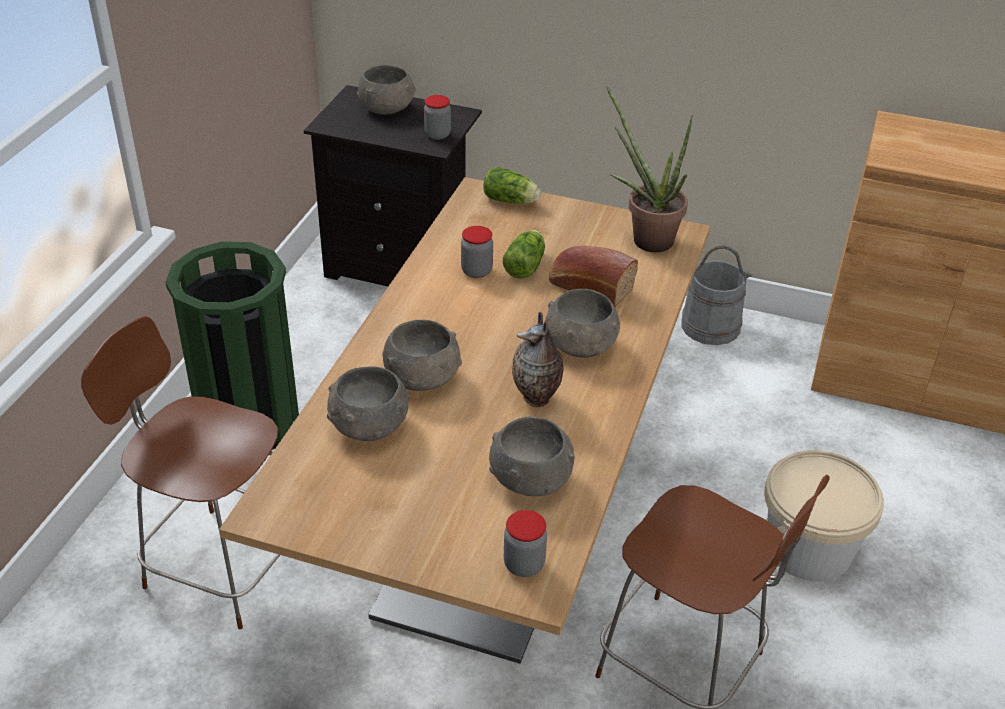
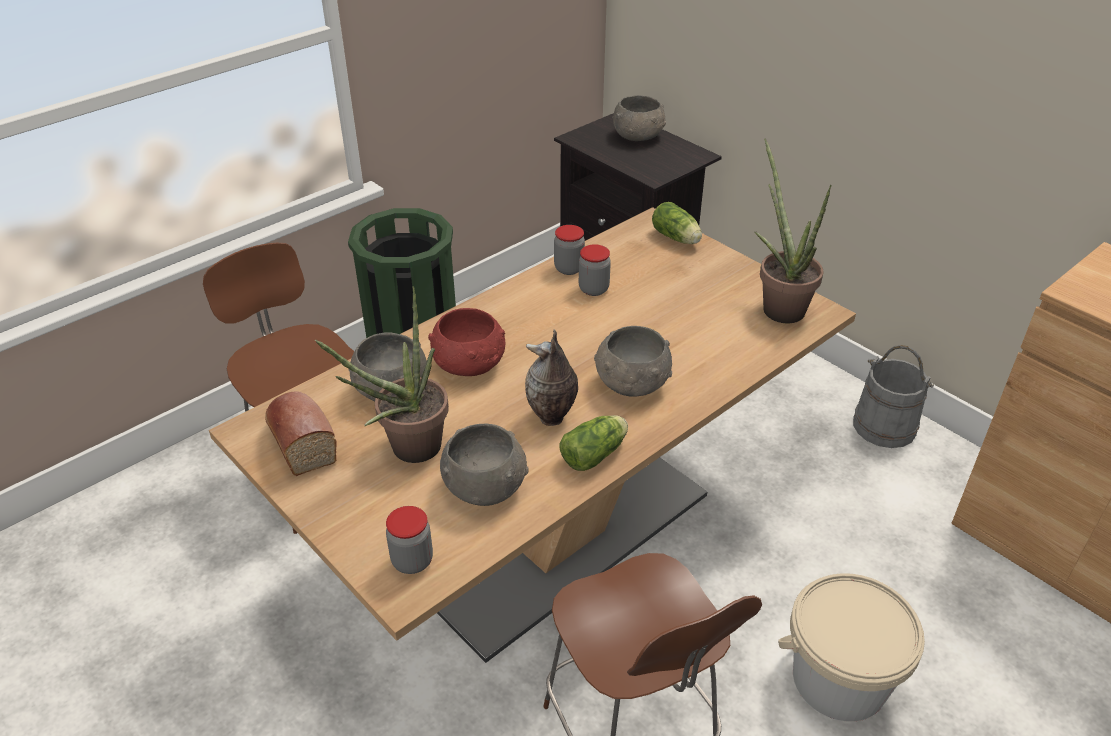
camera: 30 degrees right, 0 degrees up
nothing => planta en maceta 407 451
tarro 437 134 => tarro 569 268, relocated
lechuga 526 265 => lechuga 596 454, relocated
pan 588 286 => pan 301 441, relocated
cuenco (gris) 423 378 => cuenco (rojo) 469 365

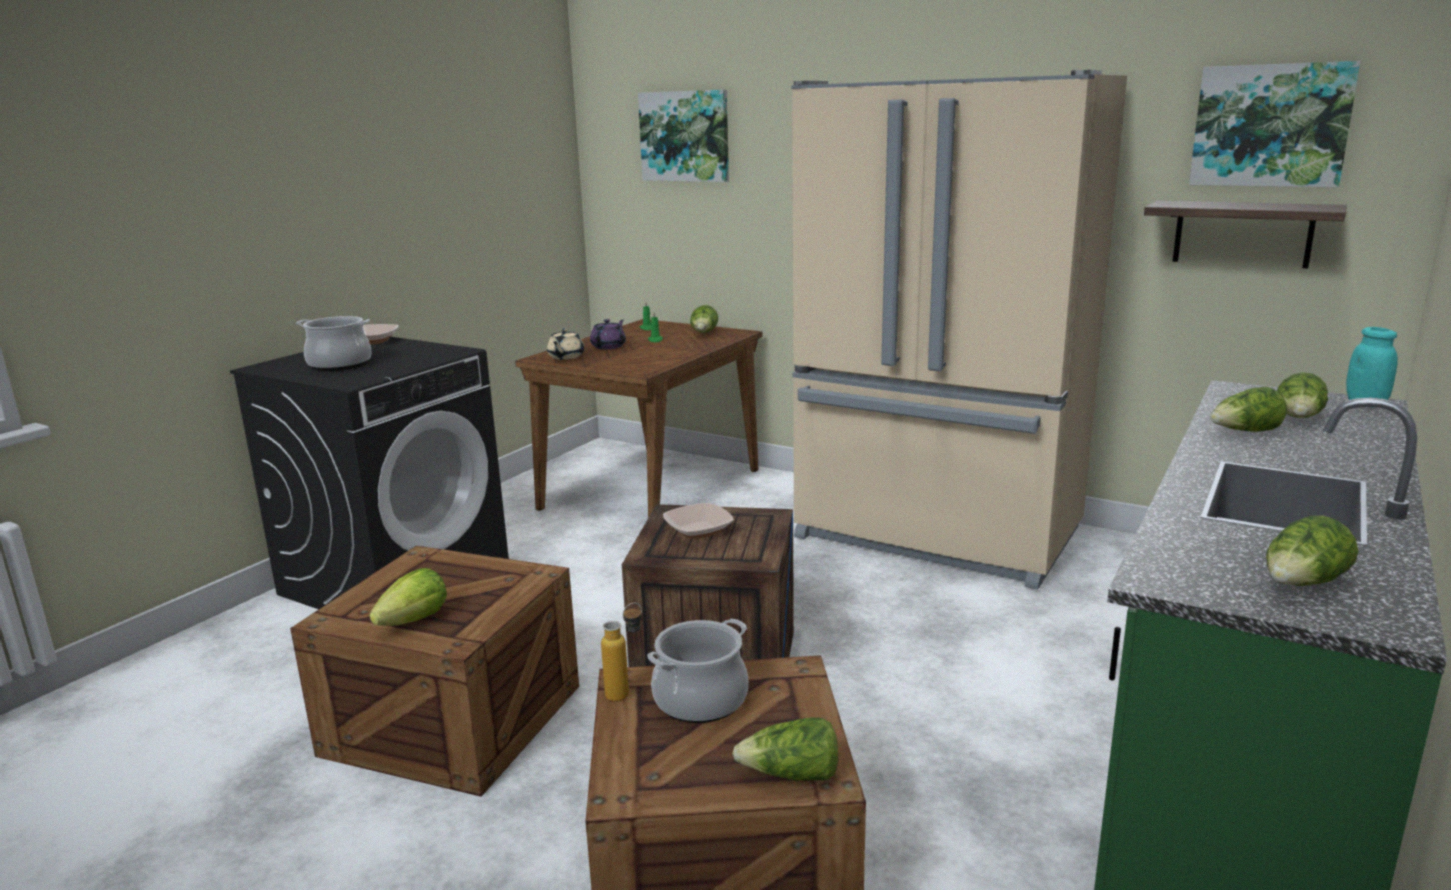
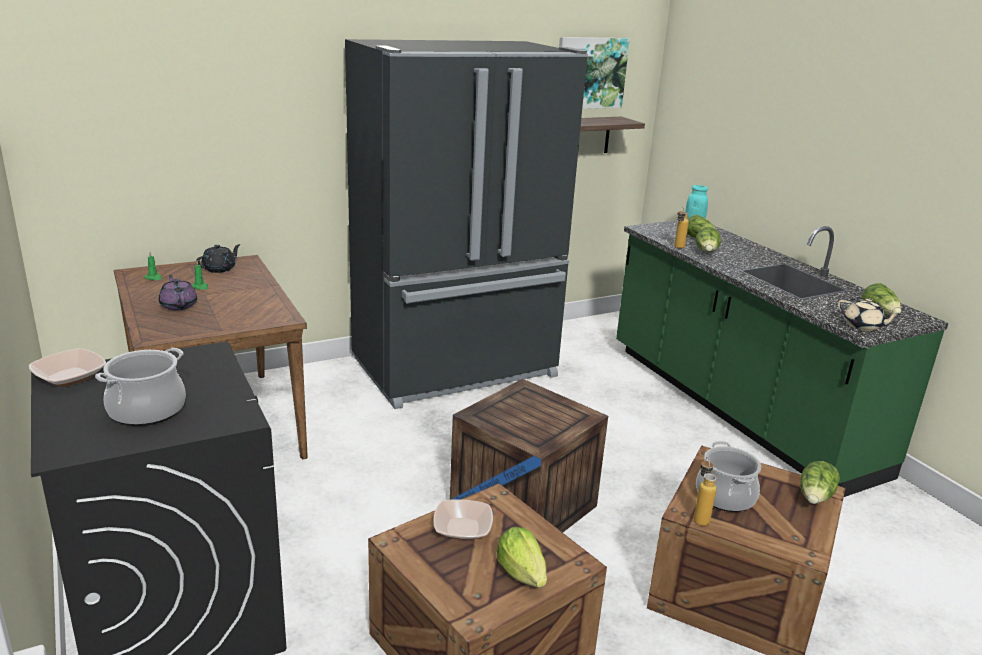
camera: 60 degrees left, 5 degrees up
cuadro 685 136 => nothing
nothing => botella 677 248
tetera (beis) 565 357 => tetera (beis) 863 326, relocated
cuenco 698 530 => cuenco 462 528, relocated
lechuga 704 333 => tetera (negro) 220 269
nevera (beis) 936 535 => nevera (negro) 457 369

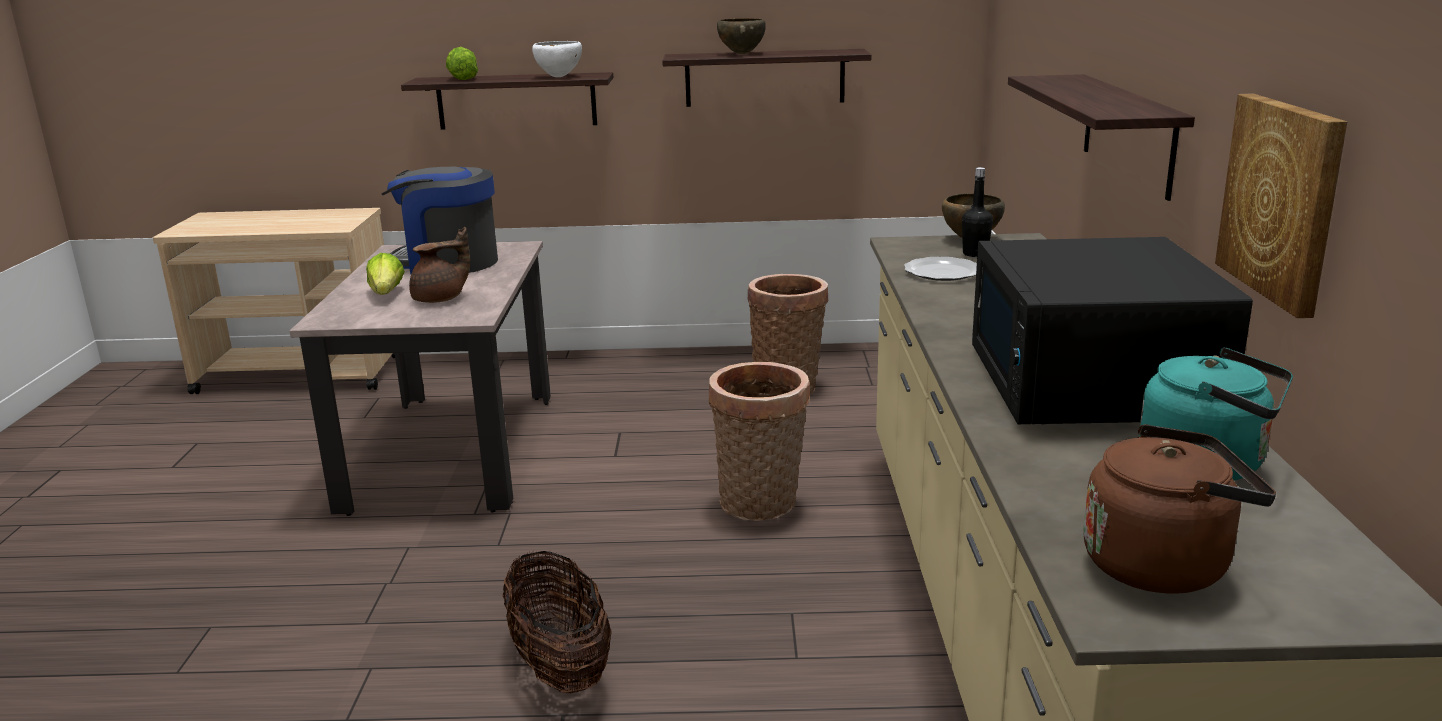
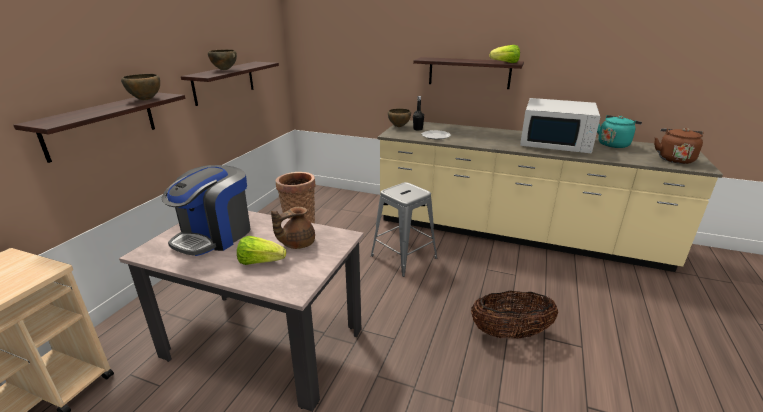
camera: 70 degrees left, 5 degrees up
cuadro 1282 200 => nothing
lechuga 462 78 => lechuga 505 63, relocated
cesta 761 505 => taburete (gris) 403 257
cuenco (blanco) 558 77 => cuenco (marrón) 146 100
microondas (negro) 1090 384 => microondas (blanco) 556 142
tetera (marrón) 441 299 => tetera (marrón) 296 243, 120 degrees counterclockwise

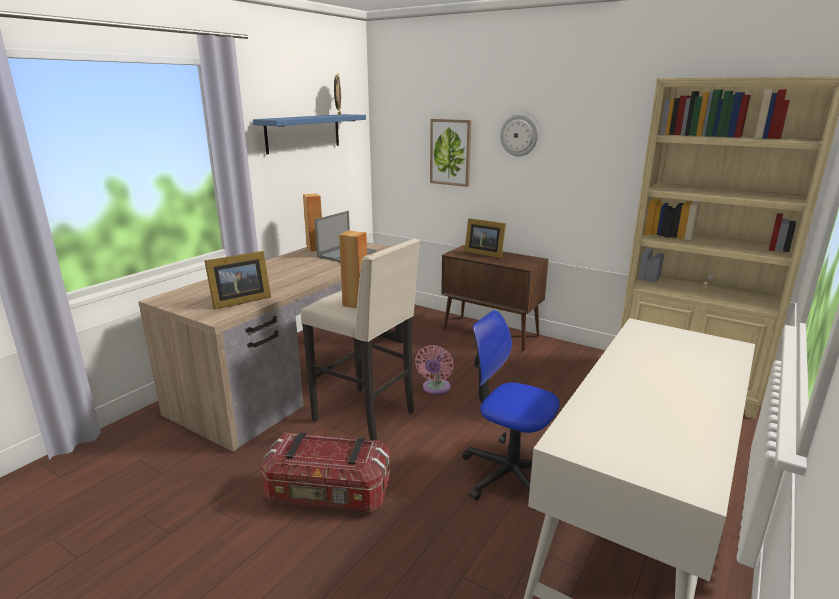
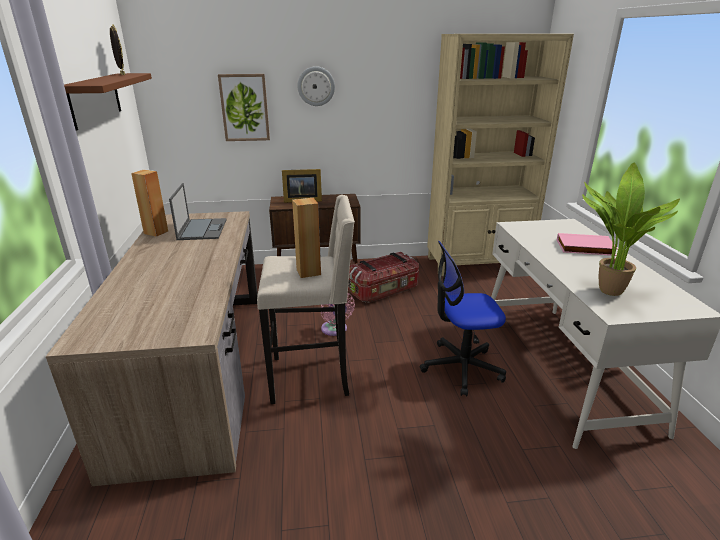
camera: 40 degrees left, 5 degrees up
portarretratos 238 301 => nothing
nothing => libro (rosa) 585 248
nothing => planta en maceta 606 290
caja de almacenaje 328 495 => caja de almacenaje 384 291, relocated
estante (azul) 303 133 => estante (marrón) 95 99

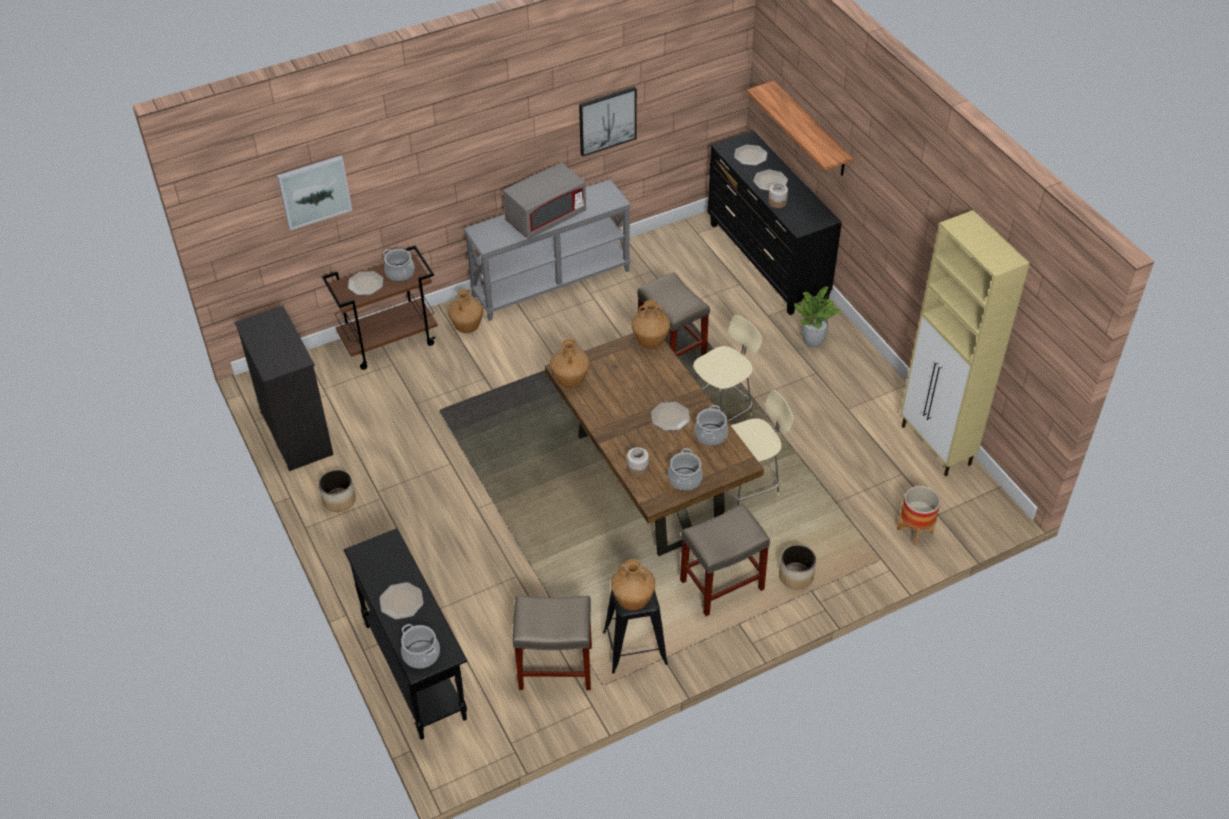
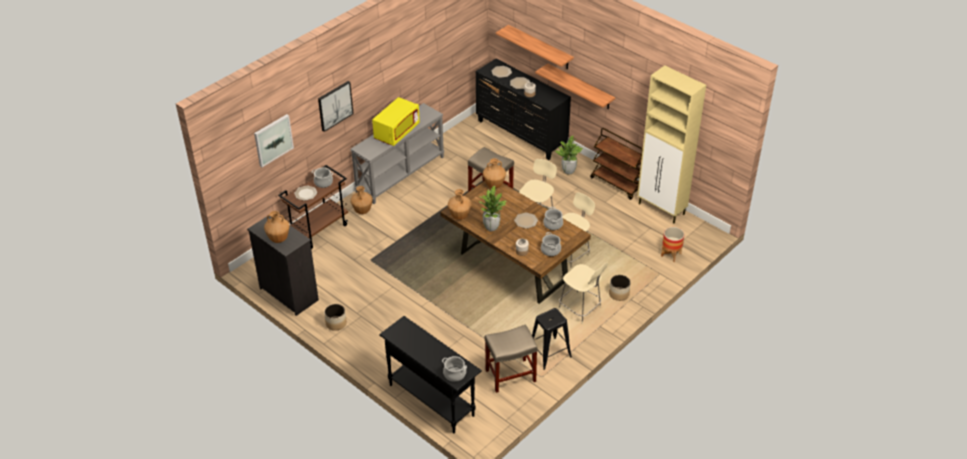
camera: 20 degrees left, 5 degrees down
plato 402 601 => nothing
nothing => planta en maceta 491 227
nothing => estante 580 87
nothing => carrito (marrón) 617 184
cuadro 607 120 => cuadro 335 105, relocated
florero (marrón) 633 601 => florero (marrón) 279 239, relocated
taburete (beis) 721 585 => silla (beis) 580 309
microondas (gris) 546 218 => microondas (amarillo) 397 132

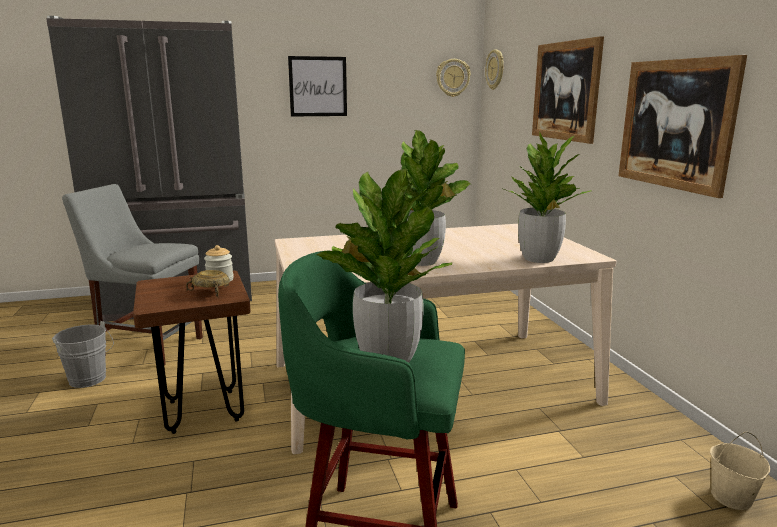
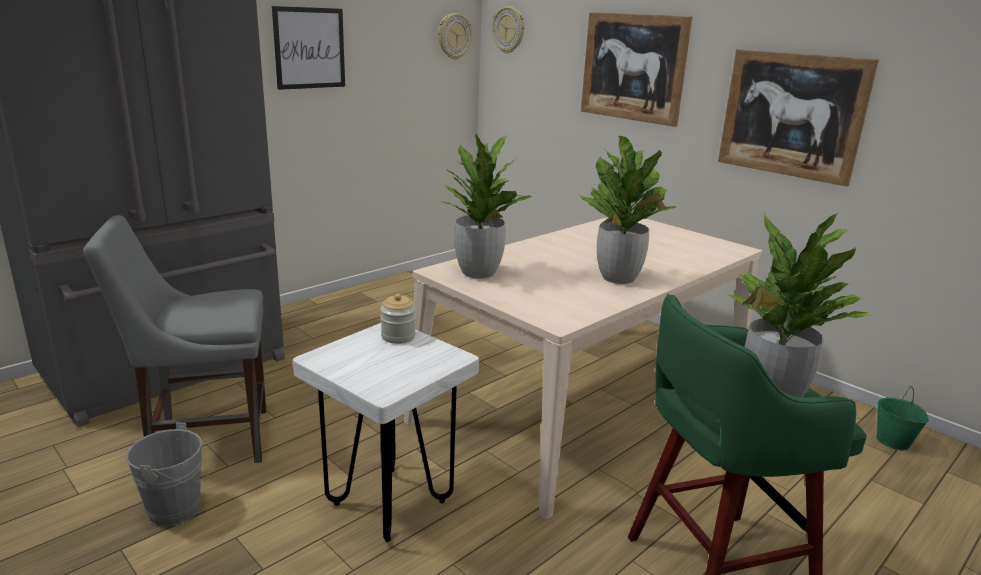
camera: 30 degrees left, 5 degrees up
cuenco (beis) 211 293 => nothing
planta en maceta 539 258 => planta en maceta 478 272, relocated
taburete (marrón) 203 411 => taburete (blanco) 389 503
cubo (beis) 732 498 => cubo (verde) 893 442

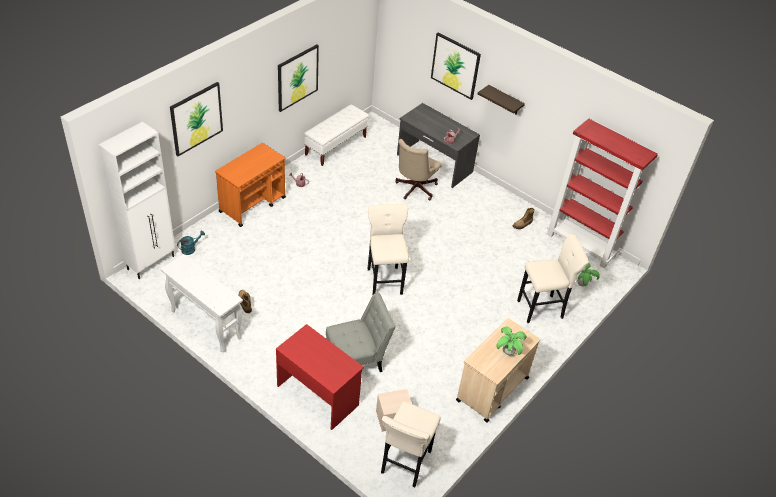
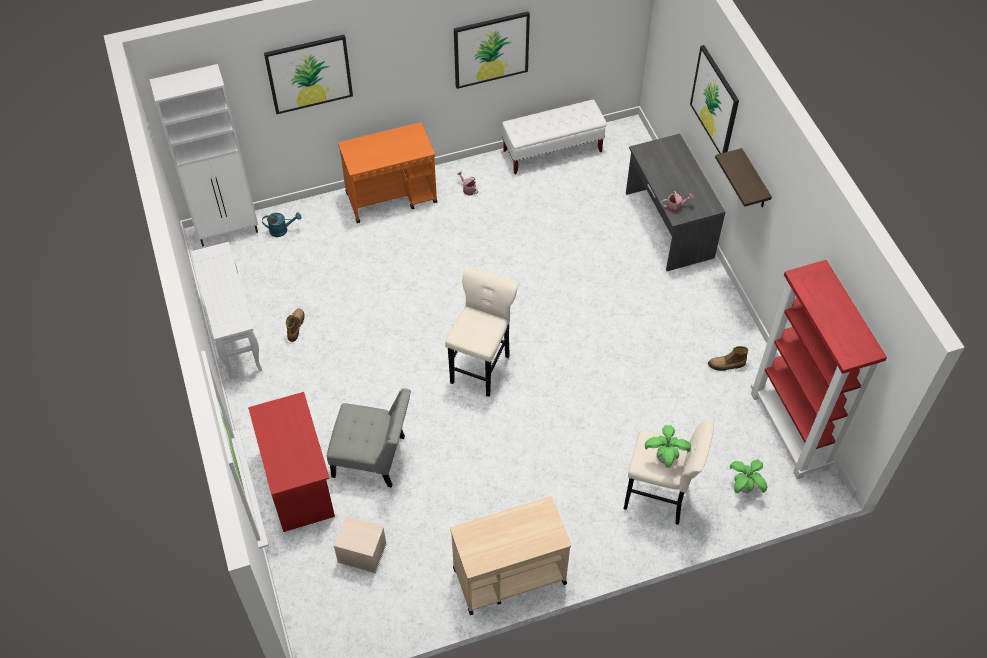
camera: 35 degrees right, 10 degrees up
taburete (beis) 405 464 => nothing
silla de oficina (beis) 414 189 => nothing
planta en maceta 508 352 => planta en maceta 665 458, relocated

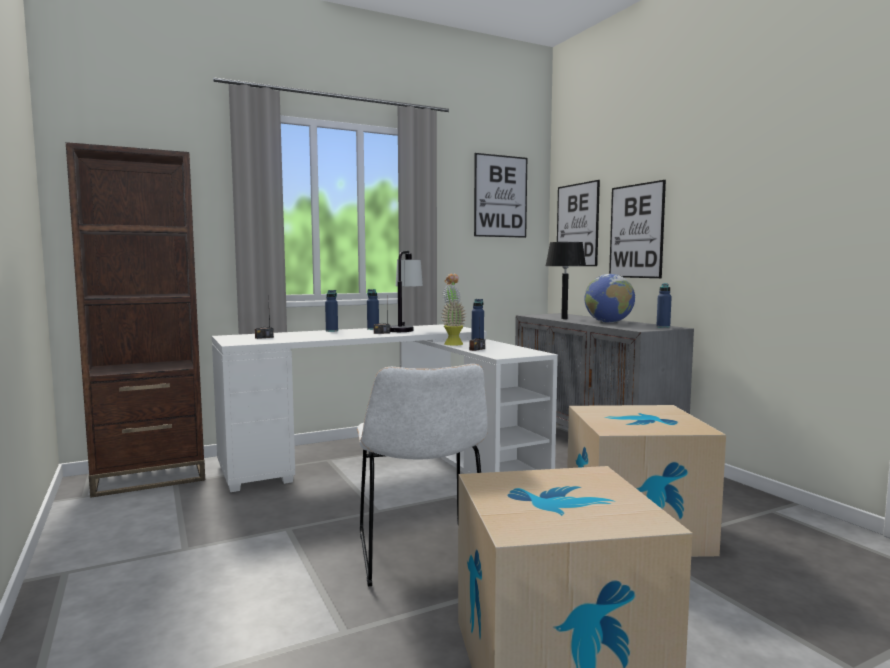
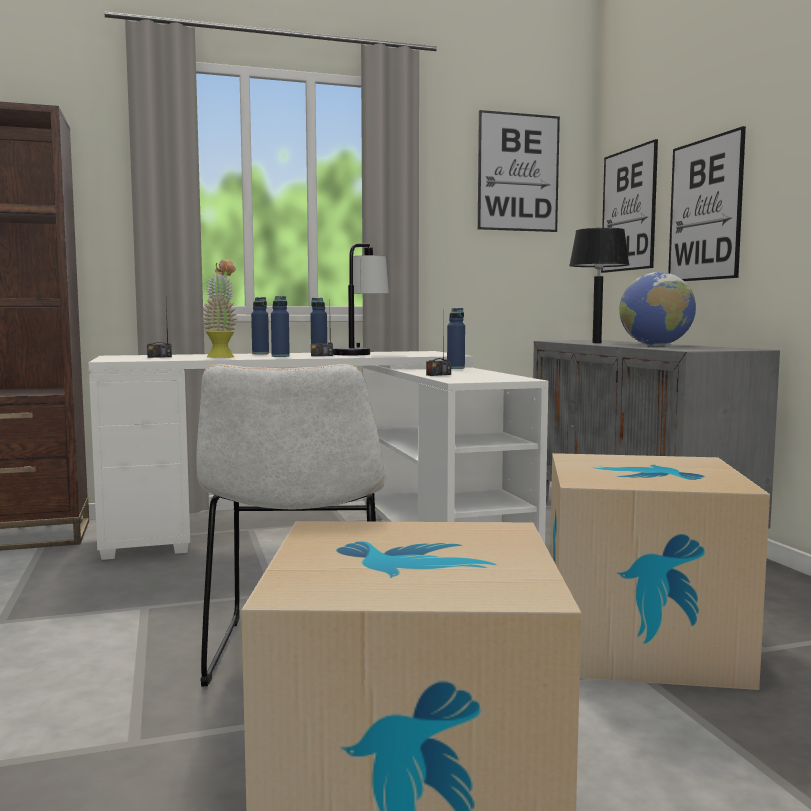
camera: 10 degrees right, 0 degrees up
planta en maceta 452 343 => planta en maceta 222 357, relocated
botella (azul) 663 327 => botella (azul) 280 356, relocated

